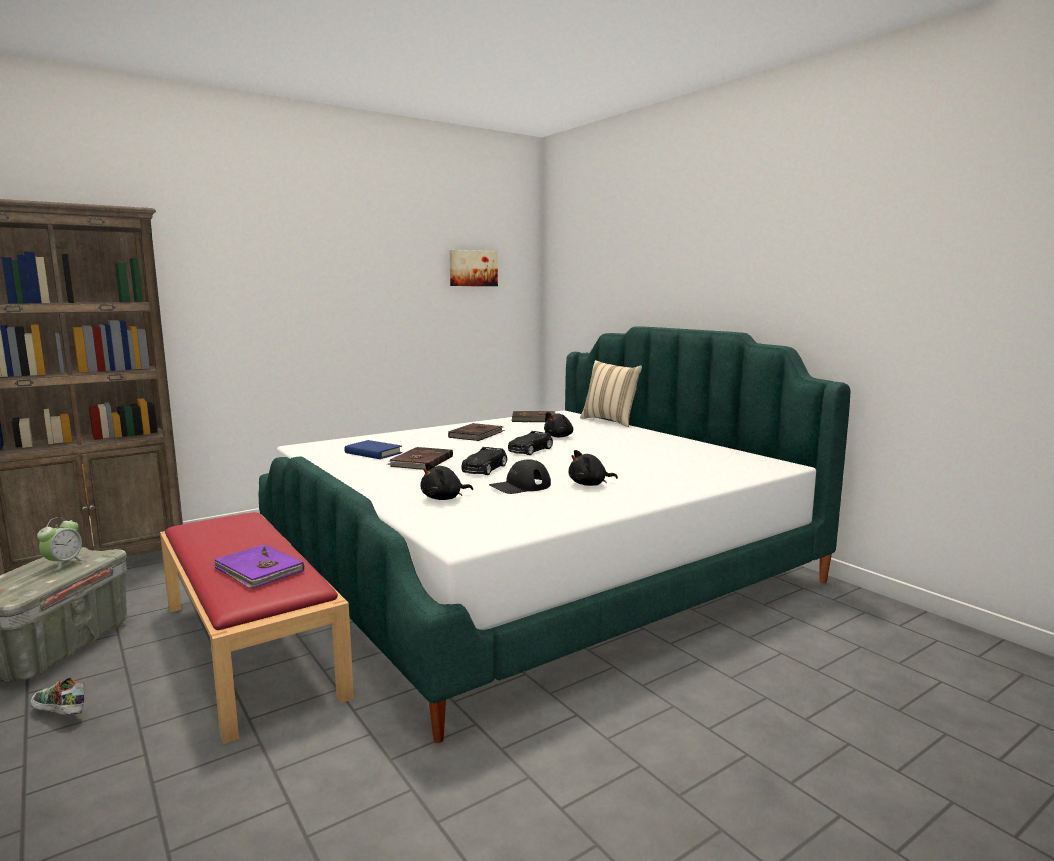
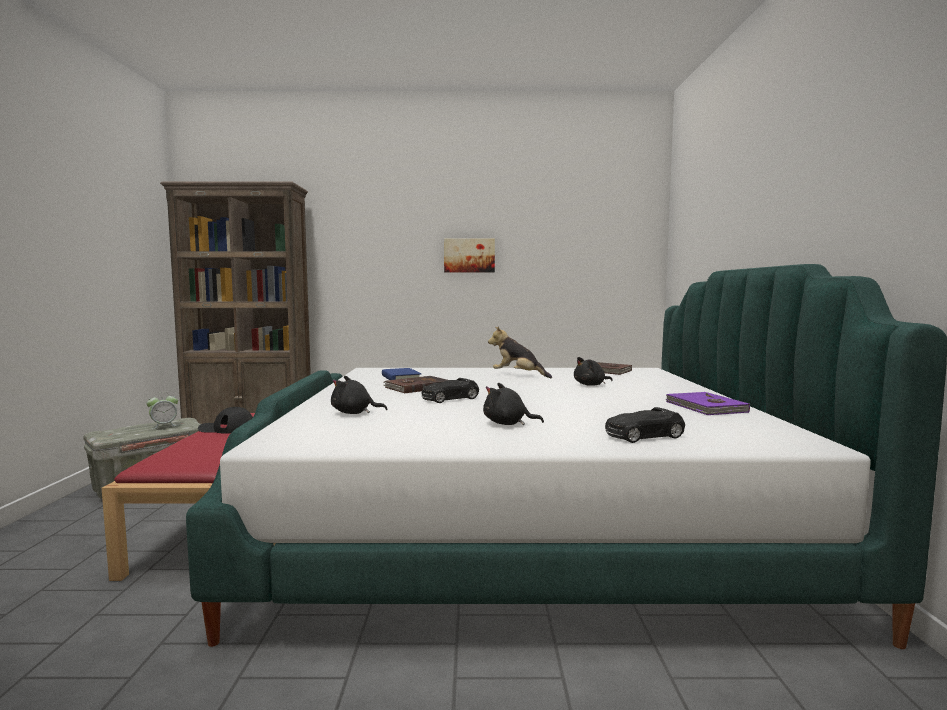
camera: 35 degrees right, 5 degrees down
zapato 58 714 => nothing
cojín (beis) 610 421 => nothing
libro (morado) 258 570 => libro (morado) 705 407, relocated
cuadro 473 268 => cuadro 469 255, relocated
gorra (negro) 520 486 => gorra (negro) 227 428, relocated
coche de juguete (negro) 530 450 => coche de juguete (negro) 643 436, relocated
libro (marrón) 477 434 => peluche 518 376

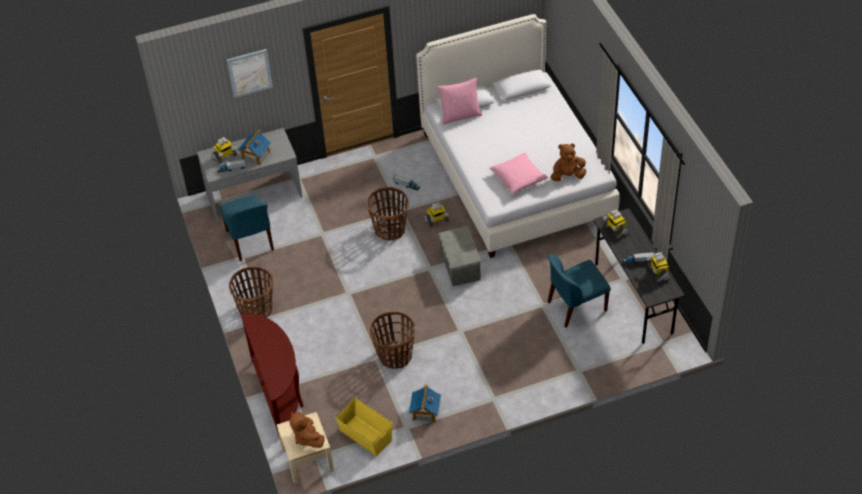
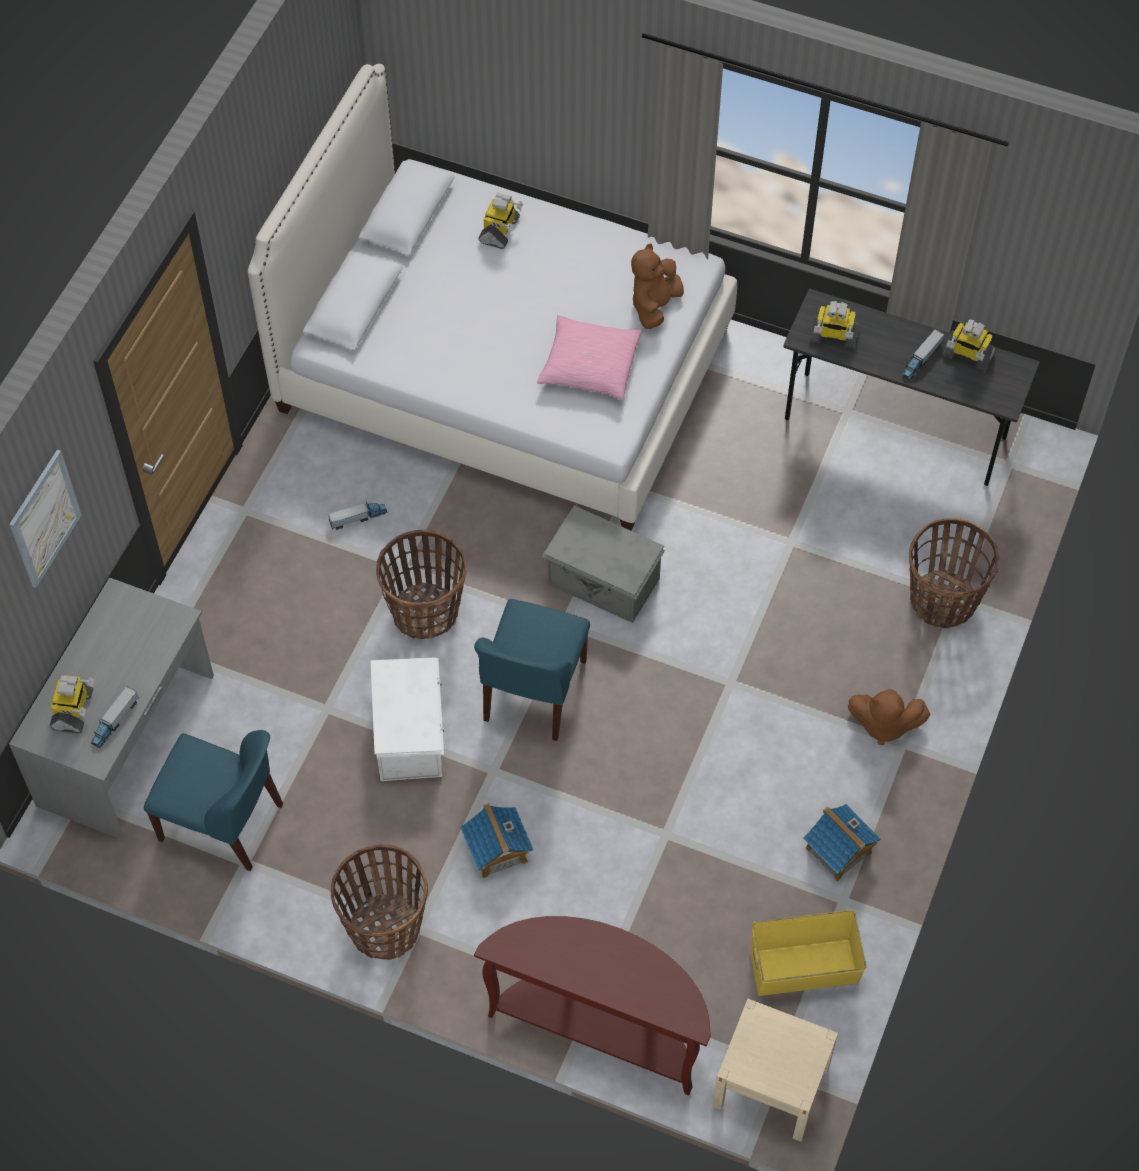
camera: 50 degrees left, 10 degrees up
cojín (rosa) 460 115 => nothing
nothing => caja de almacenaje (blanco) 410 733
casita 256 155 => casita 497 851, relocated
peluche (marrón) 307 437 => peluche (marrón) 883 724, relocated
cesta 395 356 => cesta 942 601, relocated
robot de juguete 436 221 => robot de juguete 500 231, relocated
silla (azul) 575 307 => silla (azul) 533 693, relocated

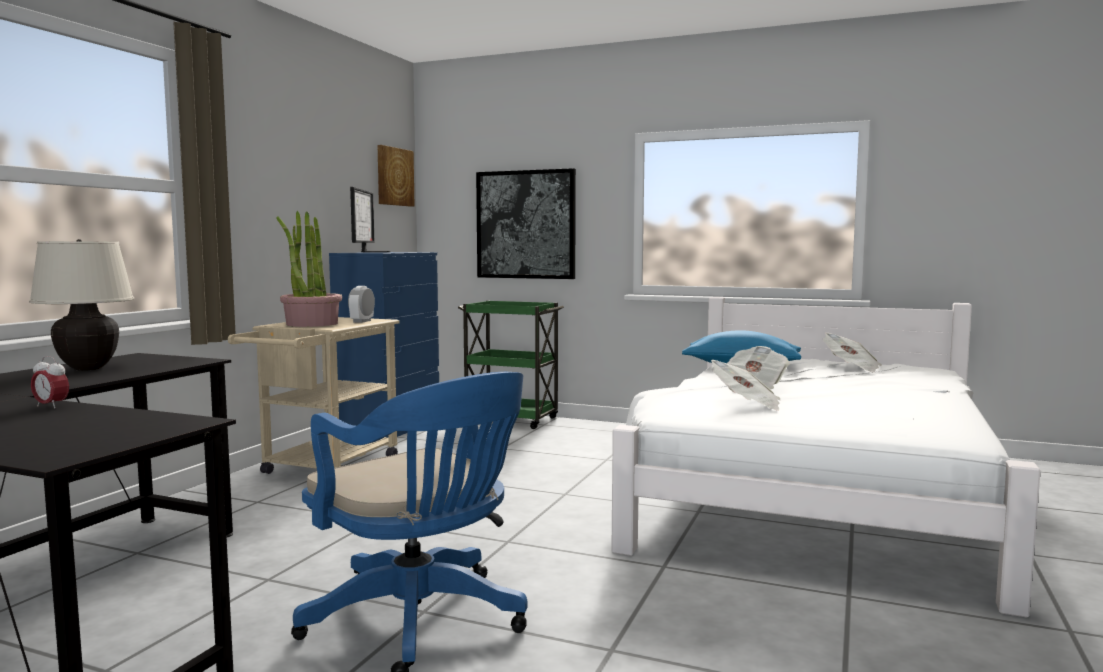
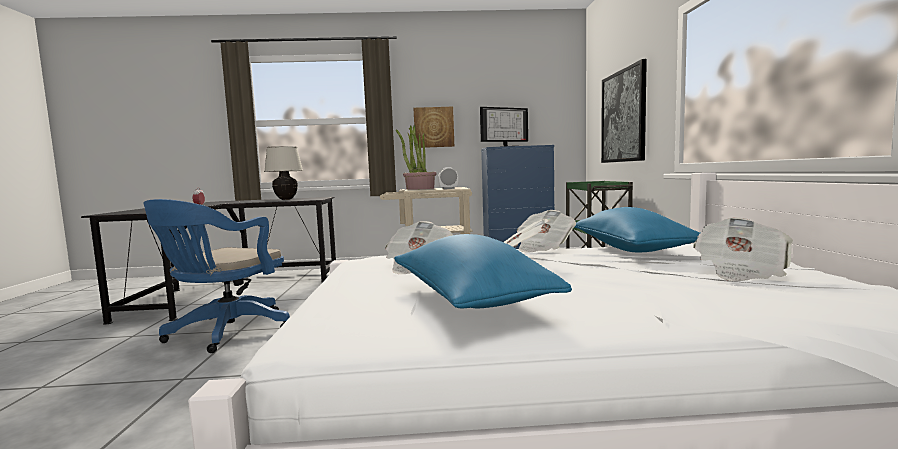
camera: 65 degrees right, 0 degrees up
nothing => cojín (azul) 469 300
nothing => periódico 543 247
cuadro 394 176 => cuadro 434 127, relocated

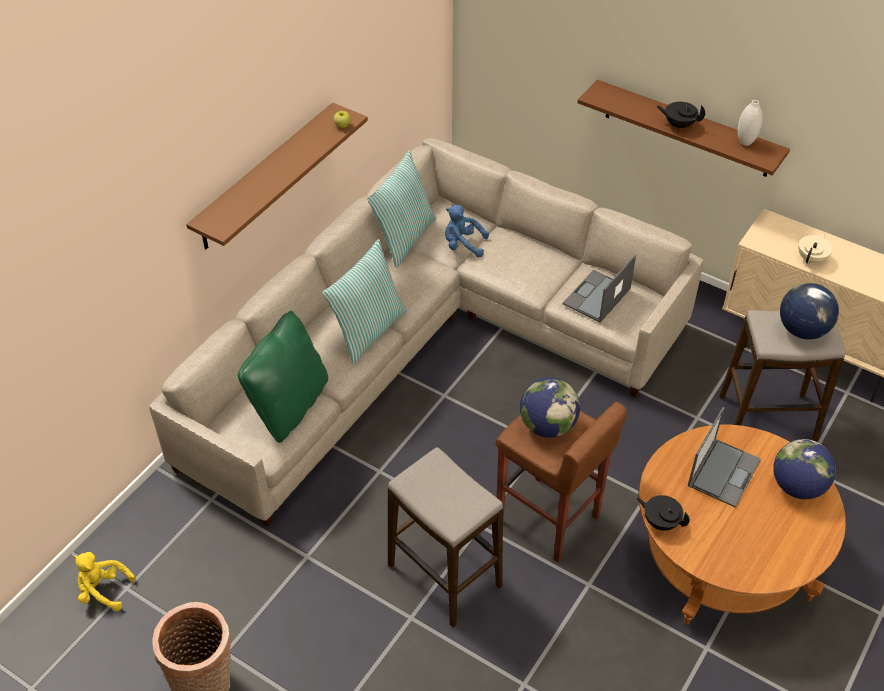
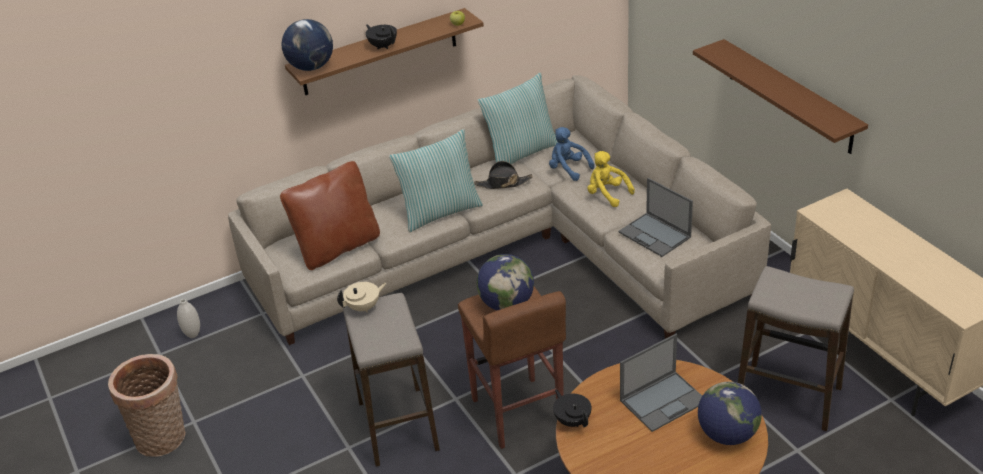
camera: 30 degrees right, 10 degrees down
nothing => sombrero (negro) 503 183
peluche (amarillo) 103 591 => peluche (amarillo) 607 194, relocated
tetera (negro) 678 125 => tetera (negro) 383 46, relocated
florero (blanco) 745 142 => florero (blanco) 193 335, relocated
globo terráqueo 802 330 => globo terráqueo 312 67, relocated
tetera (beis) 812 259 => tetera (beis) 364 307, relocated
cojín (verde) 289 406 => cojín (marrón) 337 247
portátil 596 297 => portátil 655 235, 105 degrees counterclockwise

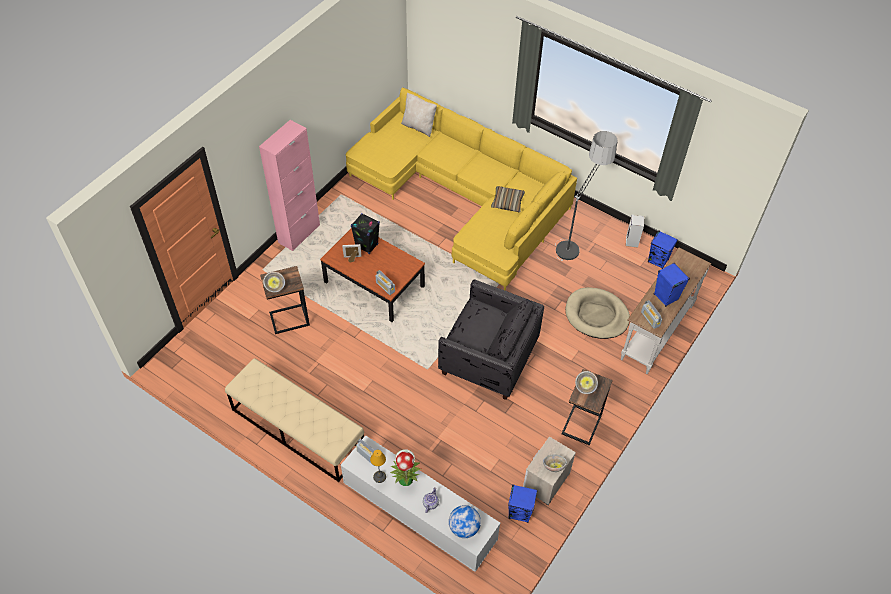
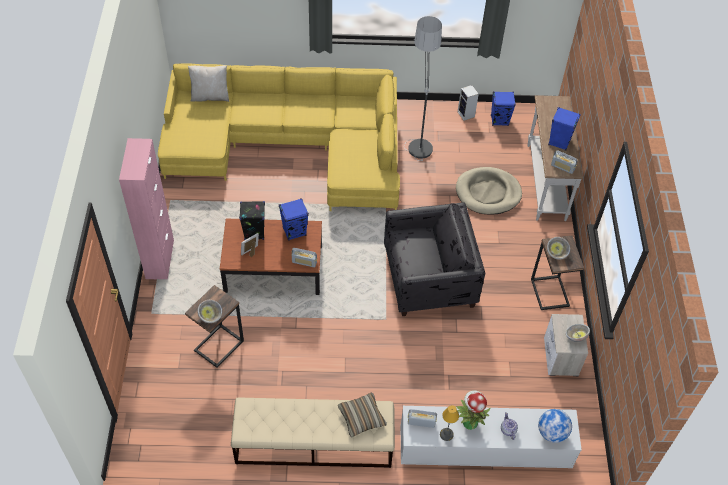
camera: 35 degrees left, 0 degrees up
cojín 507 202 => cojín 361 417, relocated
altavoz (azul) 520 513 => altavoz (azul) 294 232, relocated

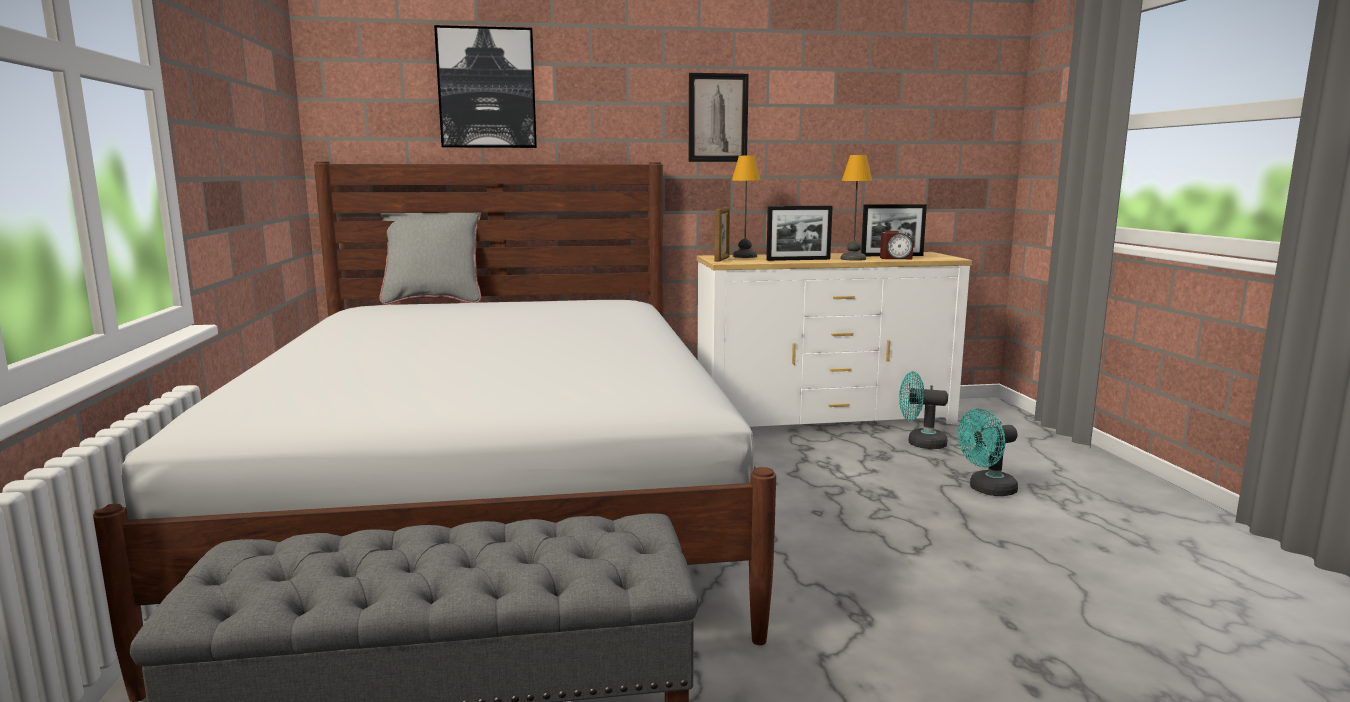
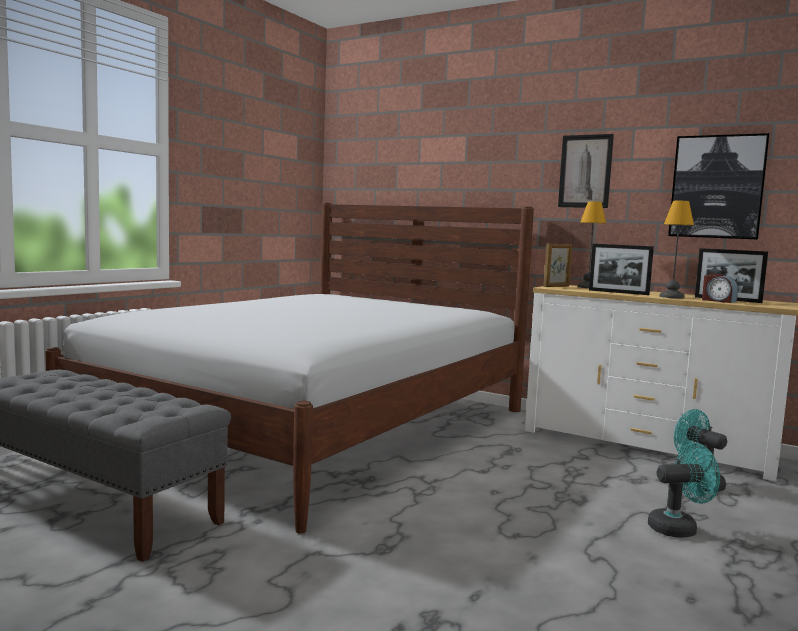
camera: 40 degrees right, 5 degrees down
cojín (gris) 433 301 => nothing
cuadro 487 88 => cuadro 717 187, relocated
ventilador (turquesa) 987 490 => ventilador (turquesa) 679 528, 150 degrees clockwise

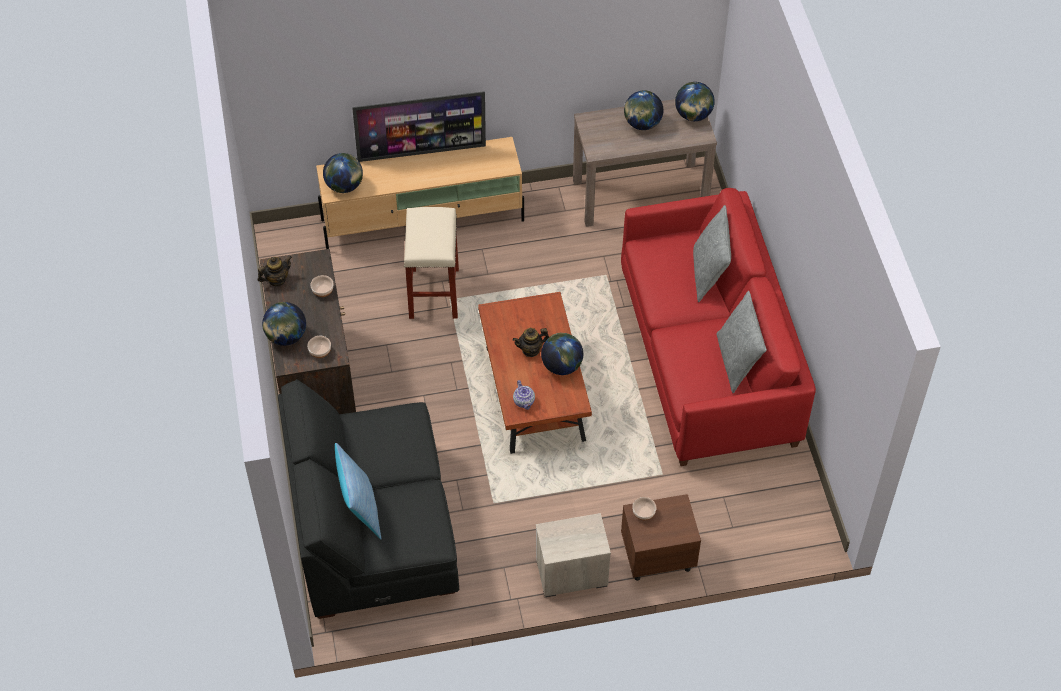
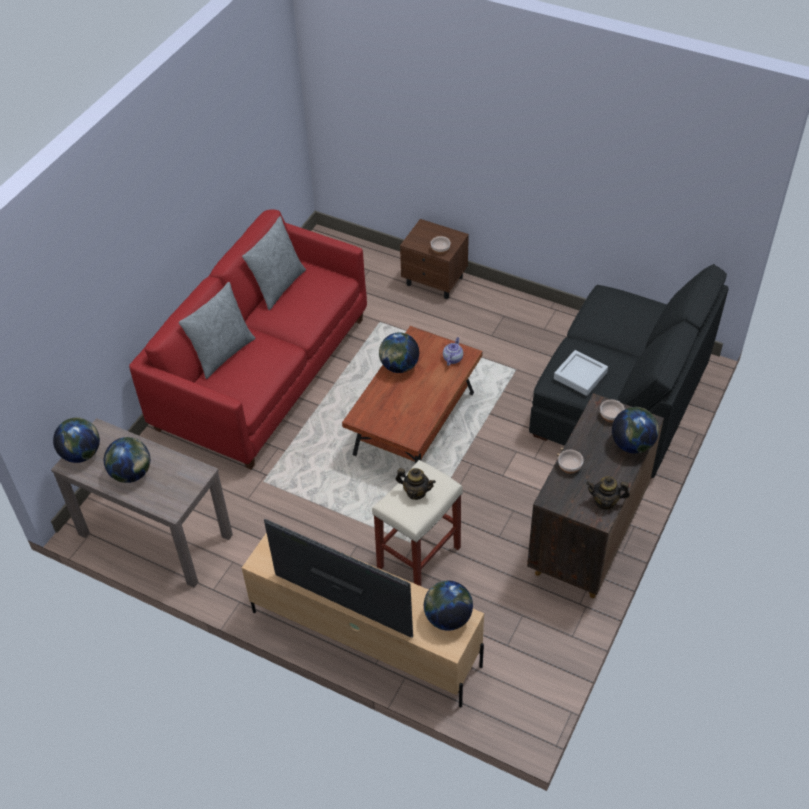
camera: 140 degrees left, 5 degrees down
cojín 360 510 => nothing
mesita de noche 570 572 => nothing
nothing => bandeja (gris) 580 375
tetera 531 350 => tetera 416 492, relocated

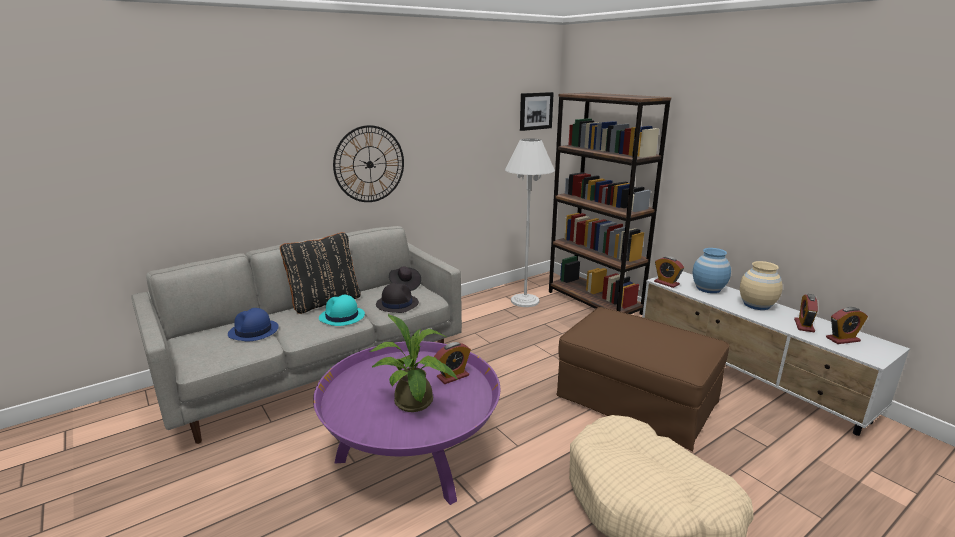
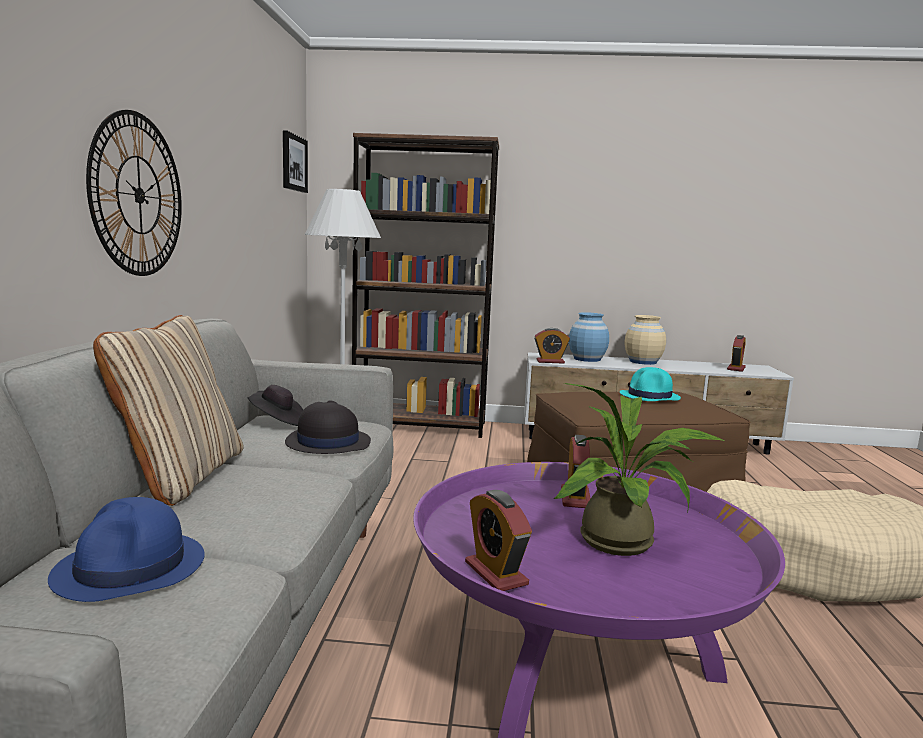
camera: 50 degrees left, 10 degrees down
sombrero (turquesa) 342 317 => sombrero (turquesa) 650 396, relocated
despertador 804 325 => despertador 496 573, relocated
cojín (negro) 325 302 => cojín (beis) 181 476

